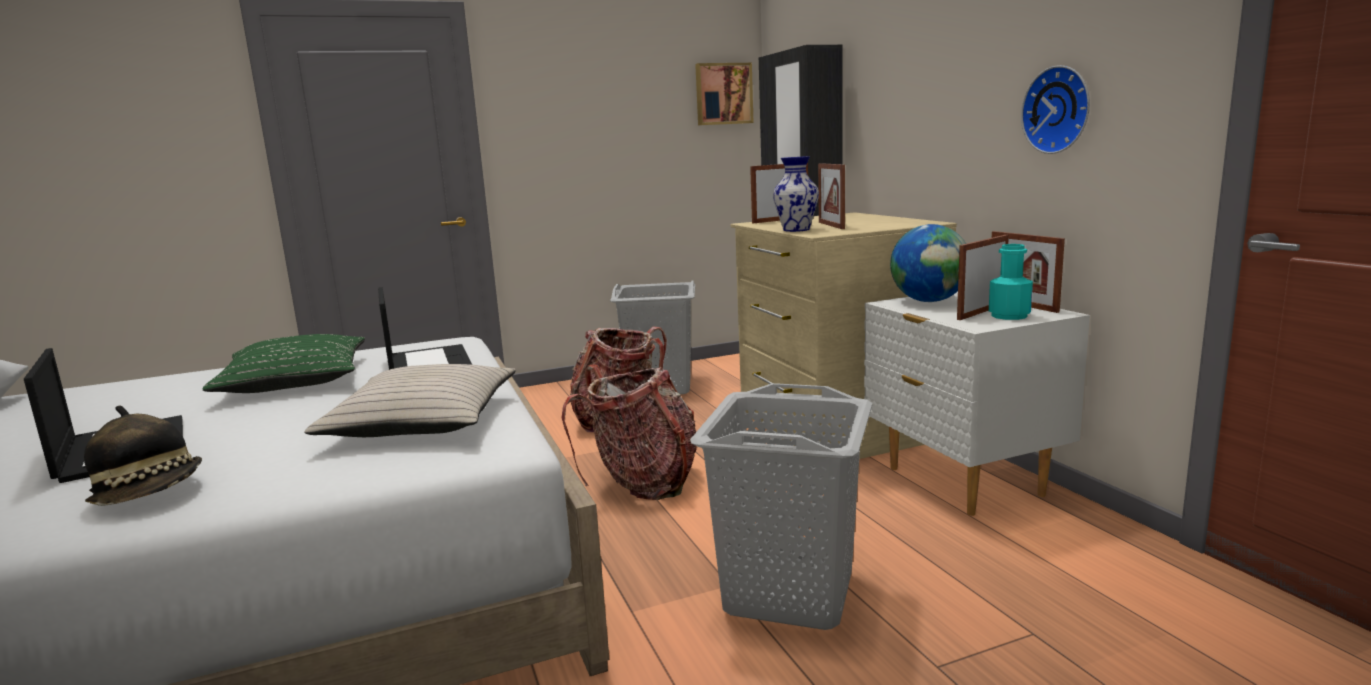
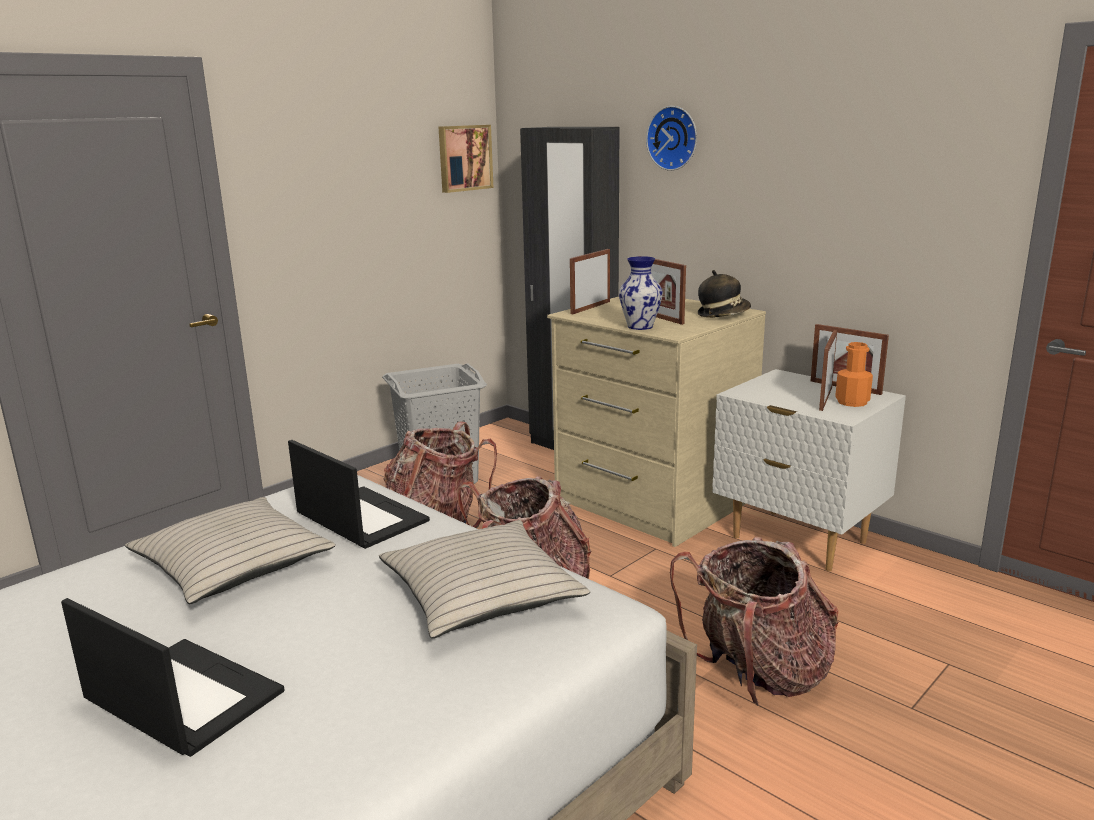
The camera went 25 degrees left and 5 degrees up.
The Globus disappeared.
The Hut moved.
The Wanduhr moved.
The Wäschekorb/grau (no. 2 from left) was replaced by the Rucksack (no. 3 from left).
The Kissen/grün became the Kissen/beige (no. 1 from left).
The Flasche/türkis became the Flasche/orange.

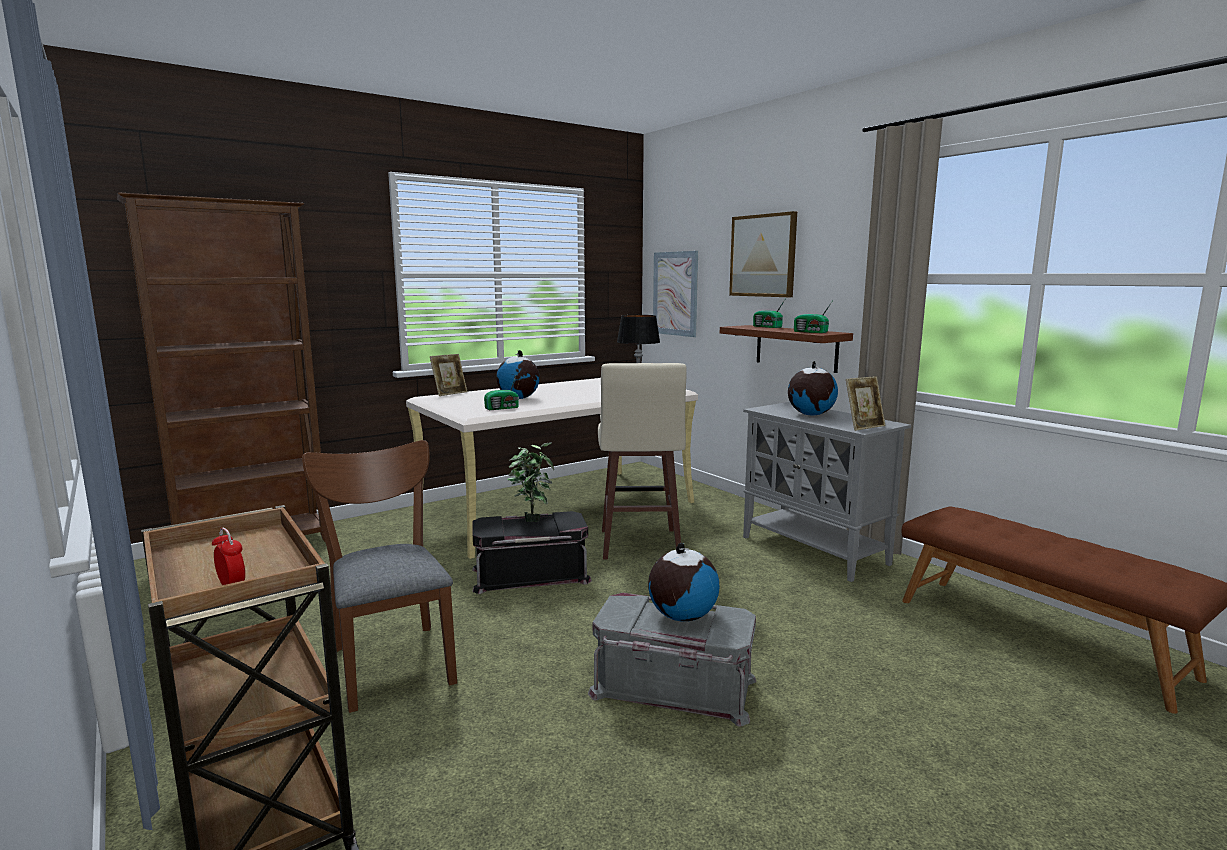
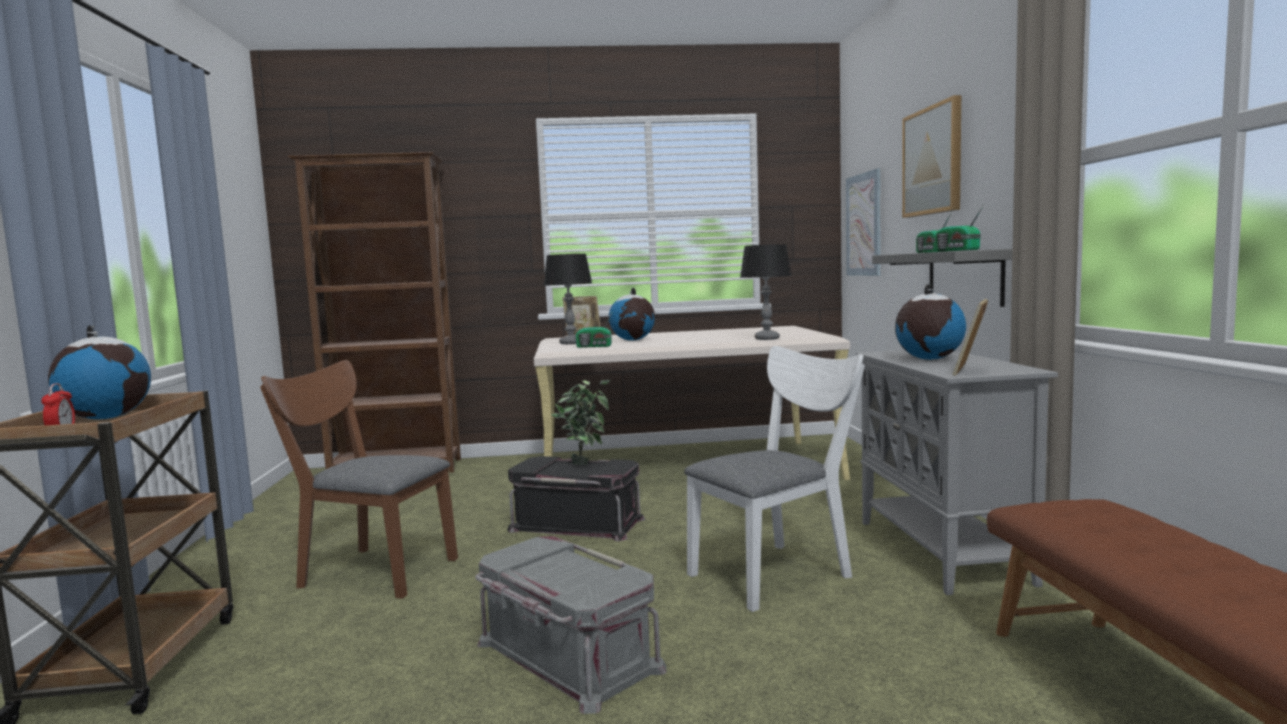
The camera went 30 degrees right and 5 degrees down.
The Hocker/beige disappeared.
The Tischlampe (no. 1 from left) appeared.
The Stuhl/weiß appeared.
The Globus (no. 2 from left in the first image) moved.
The Wandregal/braun became the Wandregal/grau.
The Stuhl/braun turned 75 degrees counterclockwise.
The Bilderrahmen (no. 2 from left) turned 120 degrees clockwise.

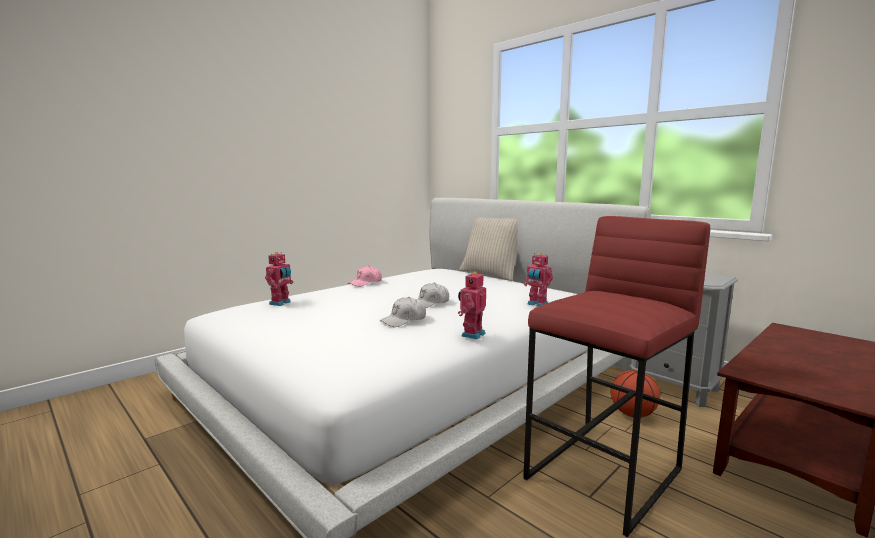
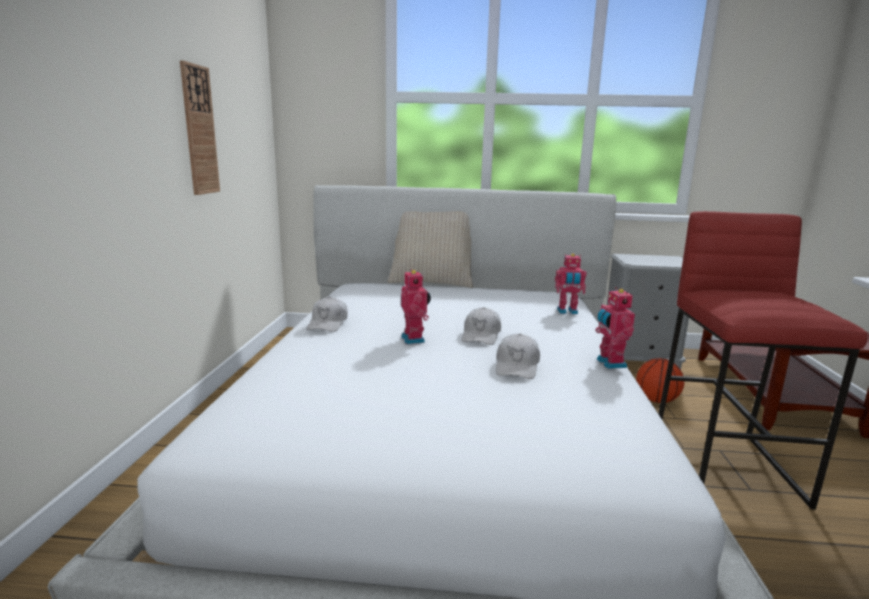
The camera went 40 degrees left and 5 degrees up.
The Wanduhr appeared.
The Spielzeugroboter (no. 1 from left) moved.
The Kappe/rosa became the Kappe/weiß (no. 1 from left).

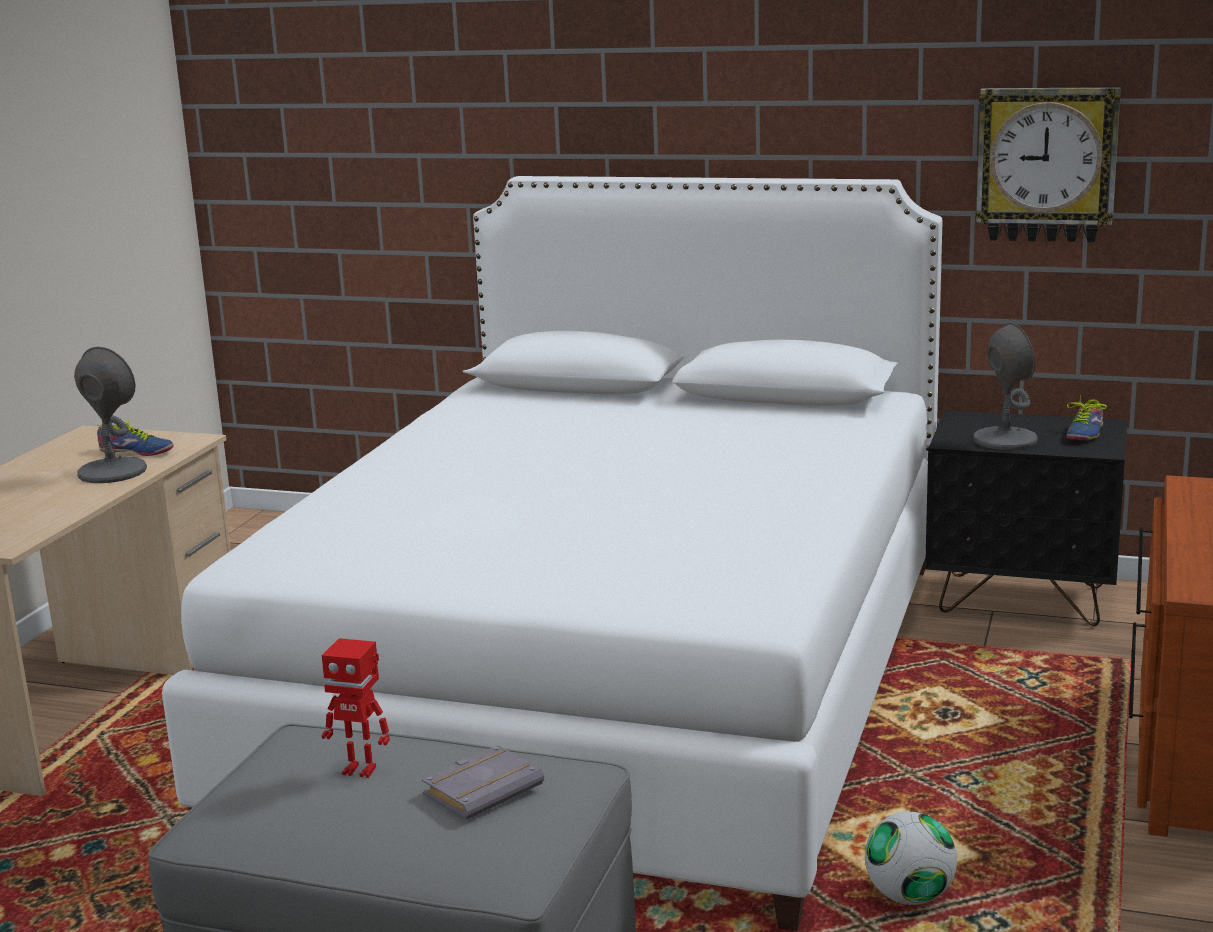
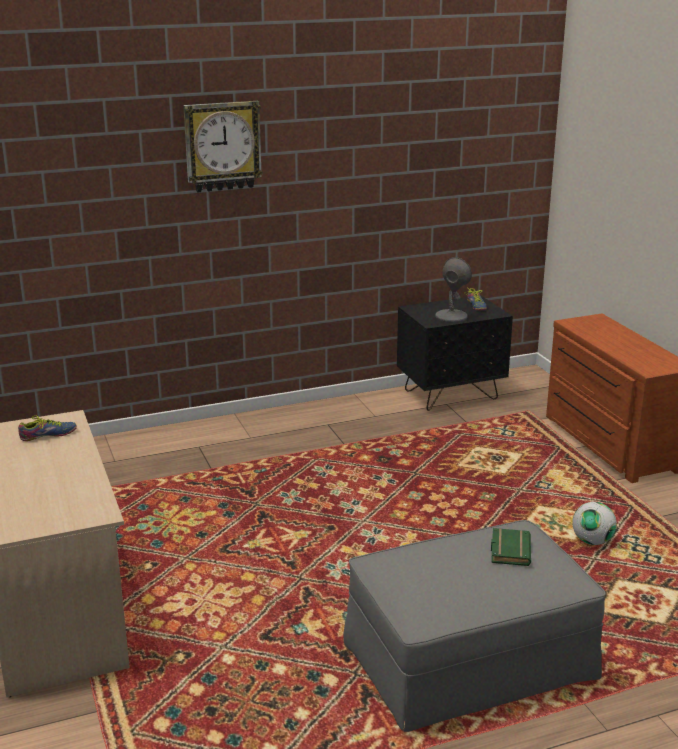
The camera went 40 degrees left and 5 degrees up.
The Tischlampe/grau (no. 1 from left) disappeared.
The Bett/weiß disappeared.
The Spielzeugroboter disappeared.
The Wanduhr moved.
The Buch/grau became the Buch/grün.

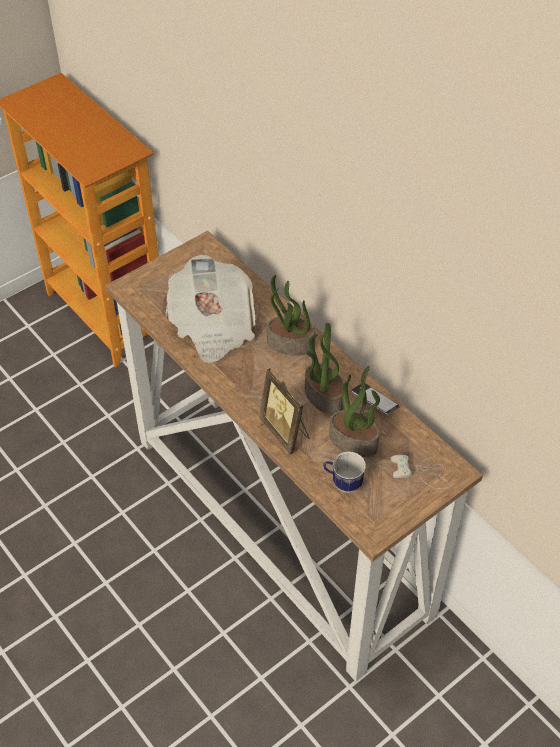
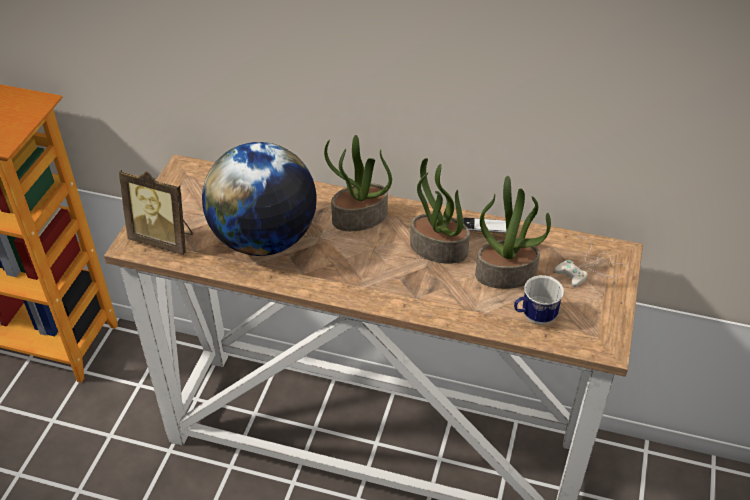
The camera went 35 degrees left and 5 degrees down.
The Bilderrahmen moved.
The Zeitung was replaced by the Globus.

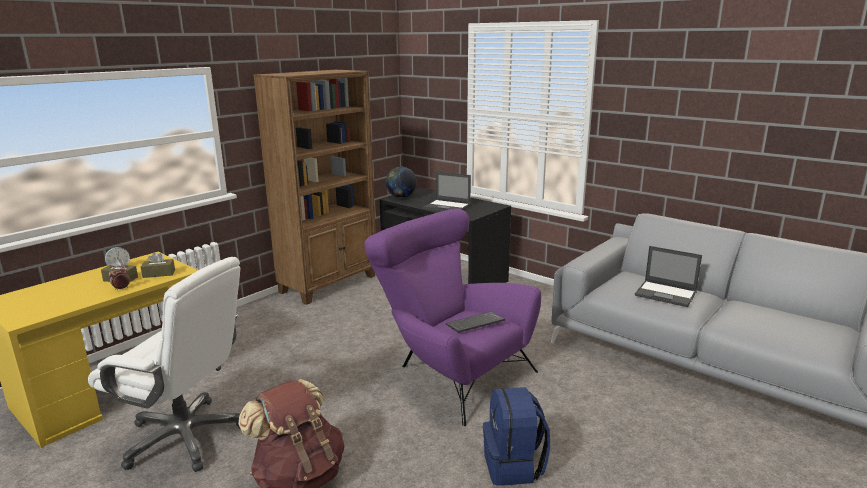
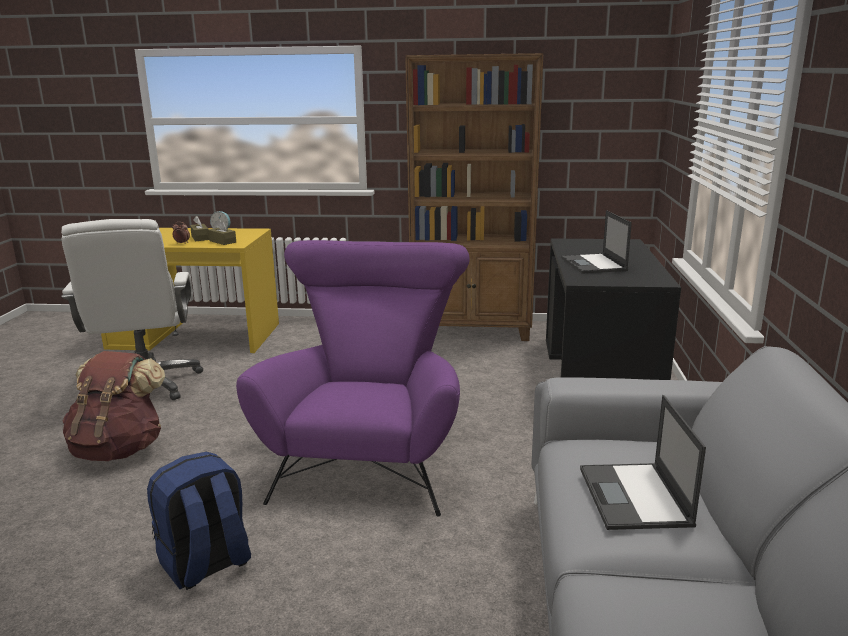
The camera went 55 degrees right and 0 degrees up.
The Globus disappeared.
The Tastatur disappeared.

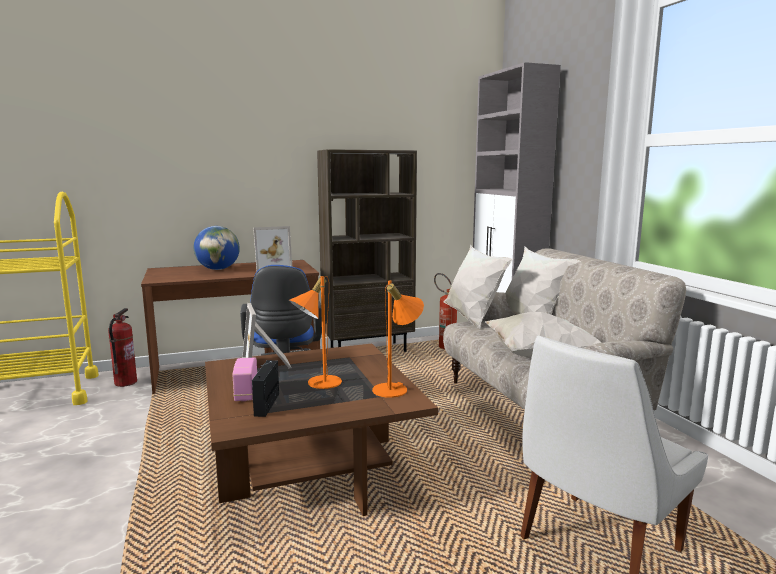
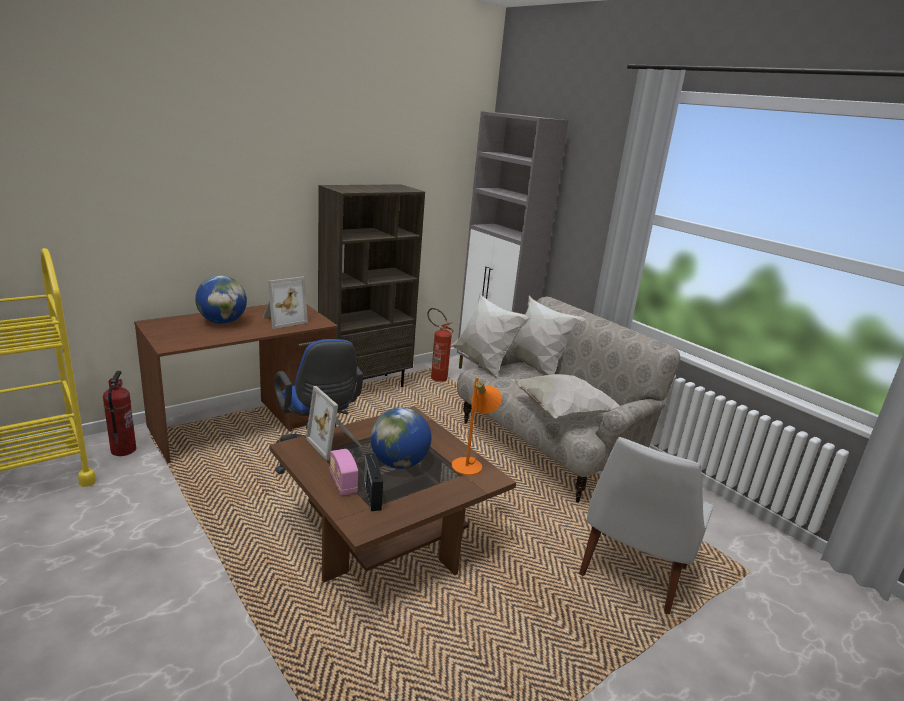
The camera went 20 degrees left and 10 degrees up.
The Tischlampe/orange (no. 1 from left) was replaced by the Globus (no. 2 from left).

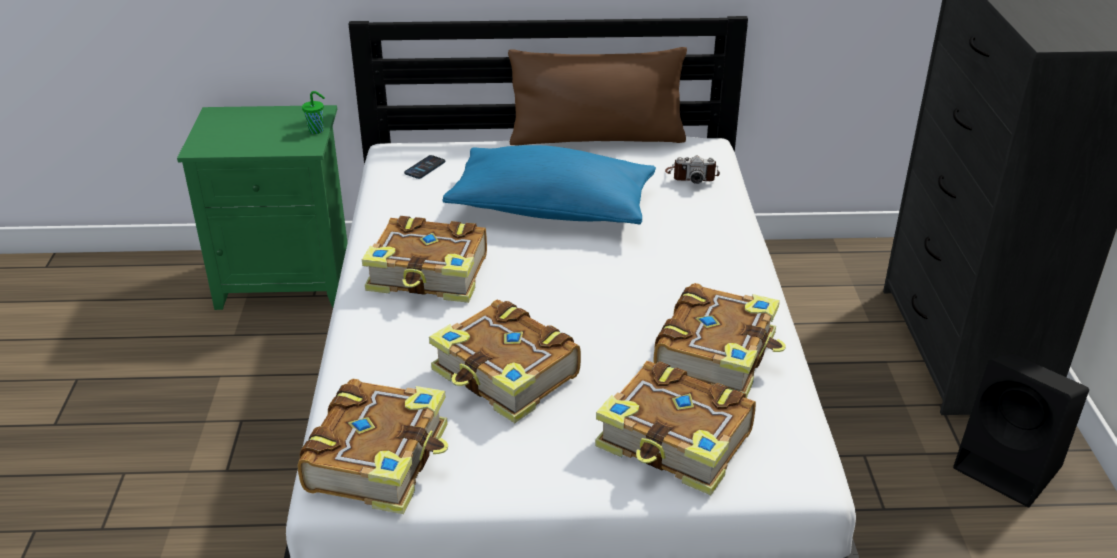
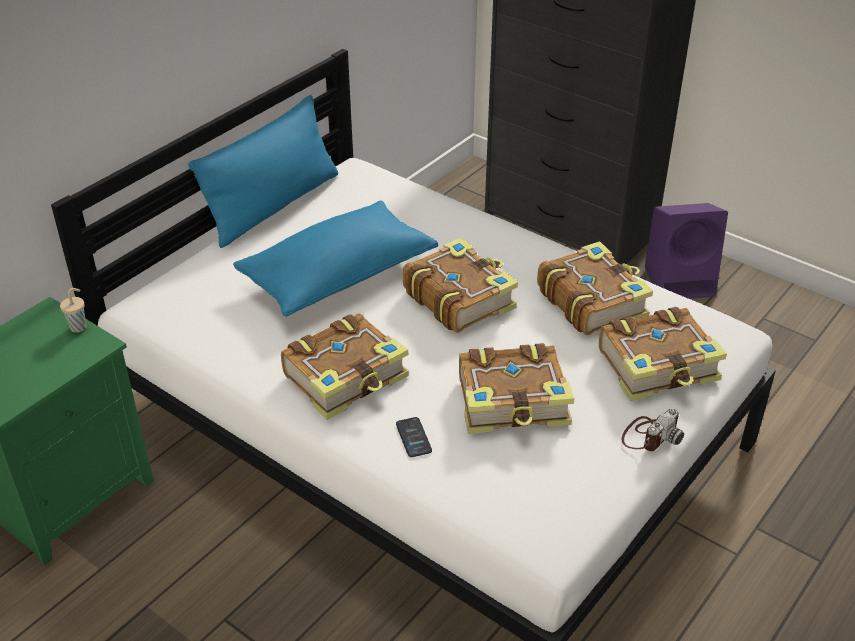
The camera went 50 degrees left and 5 degrees up.
The Buch (no. 1 from left in the first image) moved.
The Handy moved.
The Kamera moved.
The Tasse/grün became the Tasse/beige.
The Kissen/braun became the Kissen/blau (no. 1 from left).
The Lautsprecher/schwarz became the Lautsprecher/lila.

